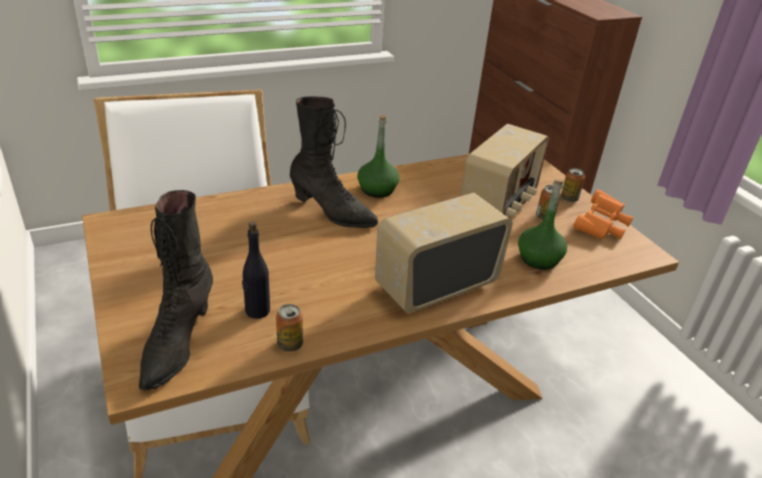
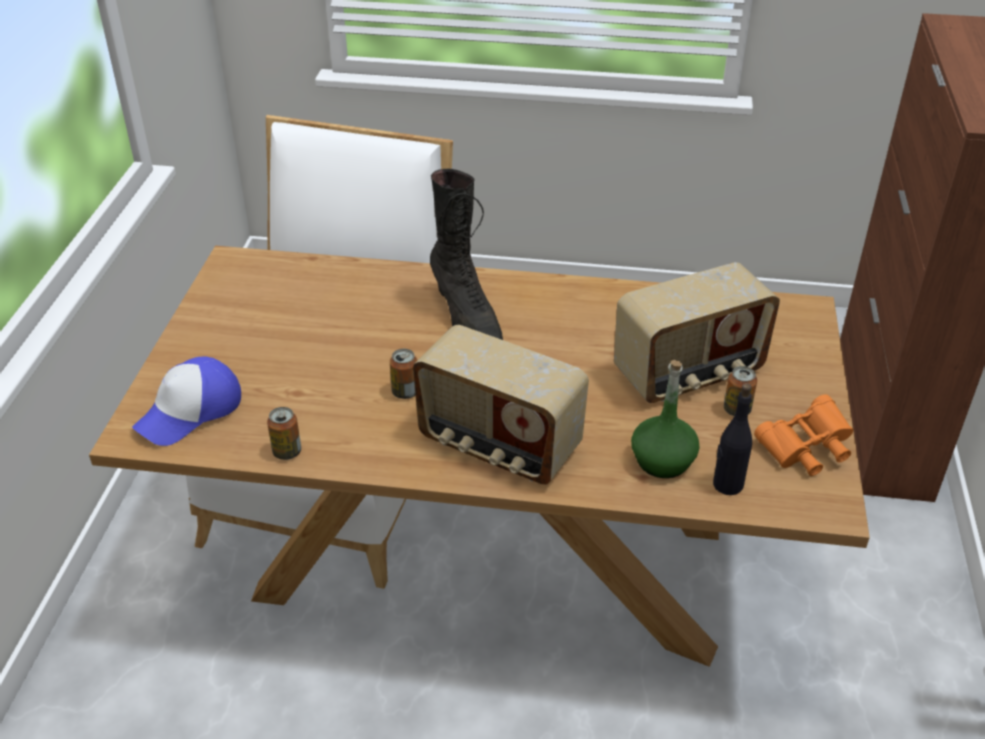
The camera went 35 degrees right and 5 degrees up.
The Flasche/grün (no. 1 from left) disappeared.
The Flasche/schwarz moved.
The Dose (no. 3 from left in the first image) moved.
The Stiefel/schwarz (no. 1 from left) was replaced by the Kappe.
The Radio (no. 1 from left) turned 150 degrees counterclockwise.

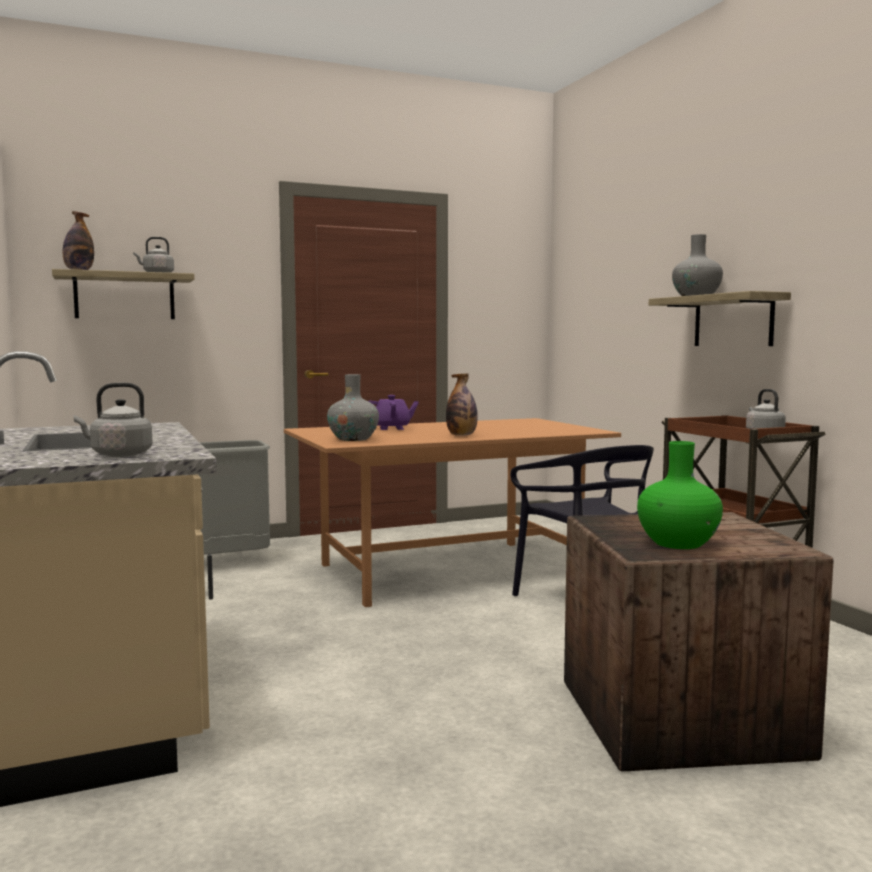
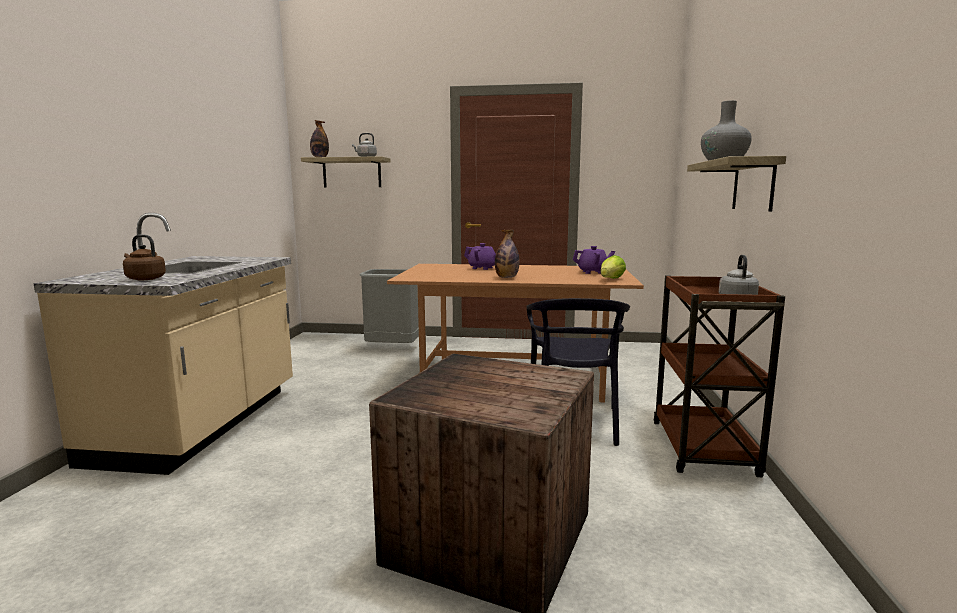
The camera went 30 degrees right and 5 degrees up.
The Vase/grau (no. 1 from left) disappeared.
The Vase/grün disappeared.
The Teekanne/lila (no. 2 from left) appeared.
The Salatkopf appeared.
The Wasserkessel/grau (no. 1 from left) became the Wasserkessel/braun.

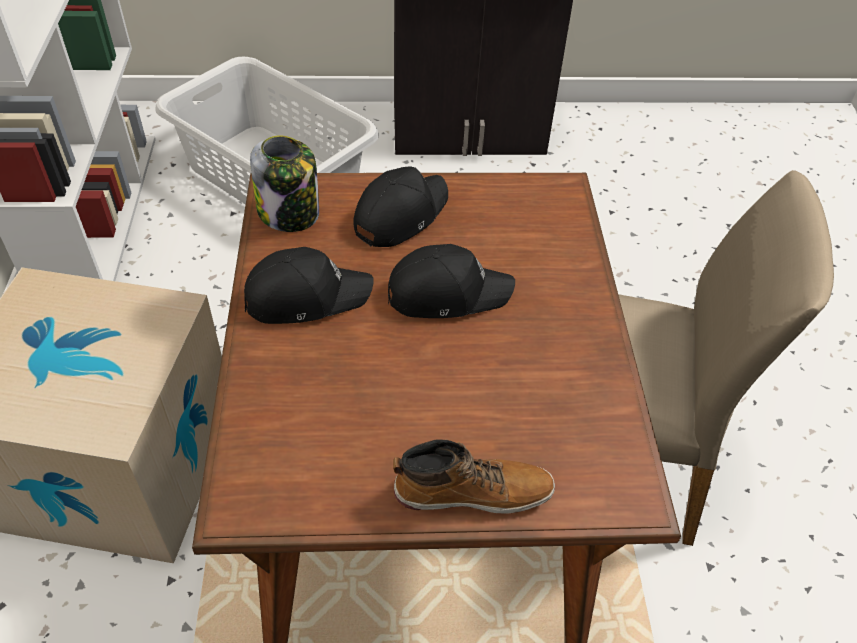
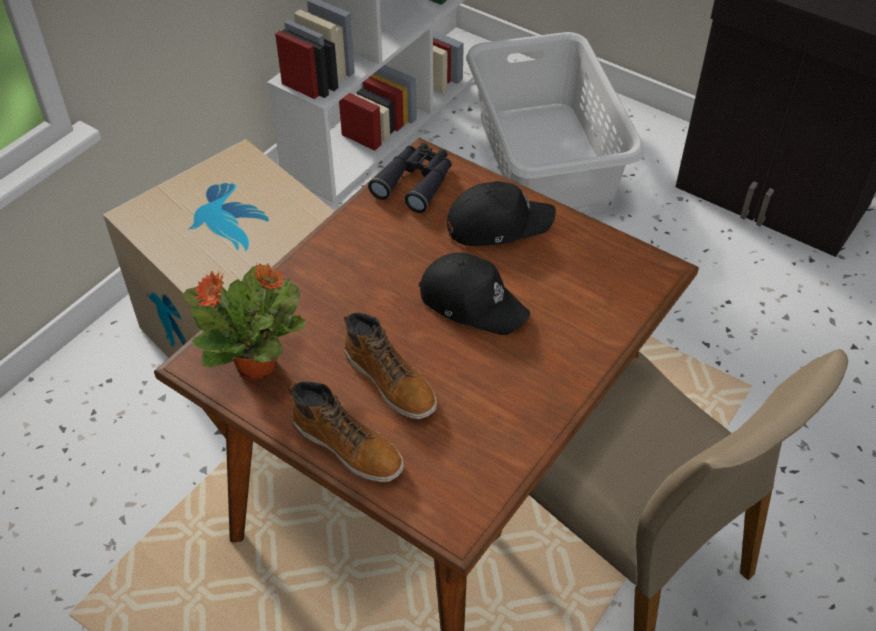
The camera went 40 degrees right and 0 degrees up.
The Kappe/schwarz (no. 1 from left) disappeared.
The Topfpflanze appeared.
The Stiefel (no. 2 from left) appeared.
The Vorratsglas was replaced by the Fernglas/schwarz.

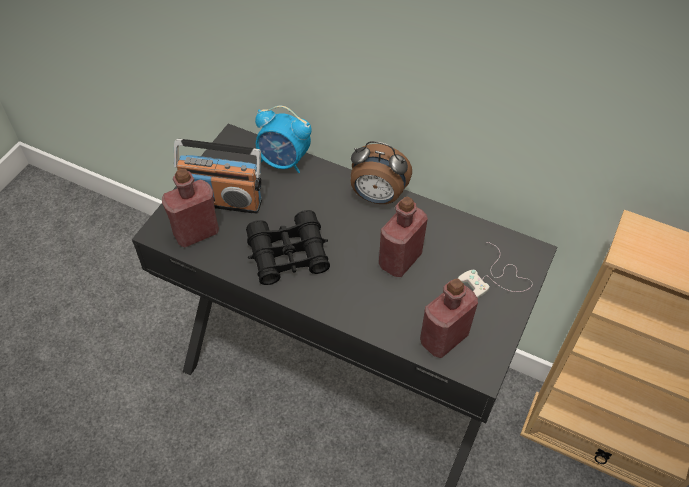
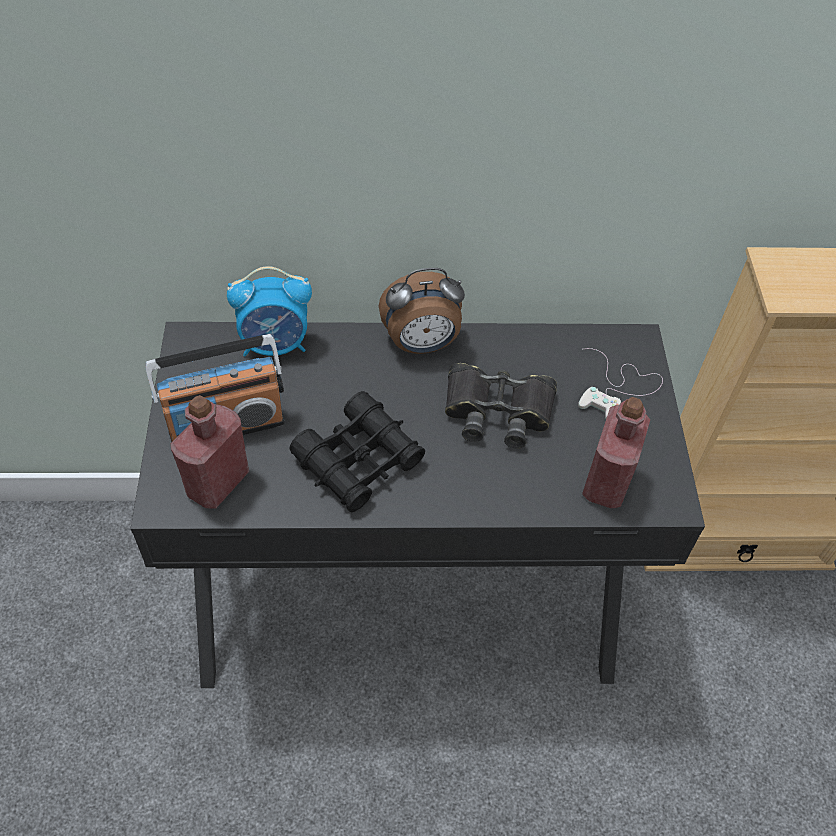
The camera went 30 degrees left and 0 degrees up.
The Flasche/rot (no. 2 from left) was replaced by the Fernglas/schwarz (no. 2 from left).

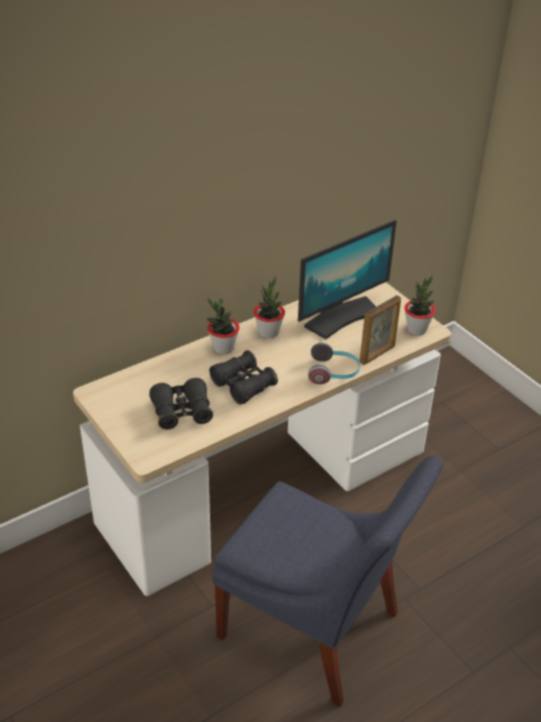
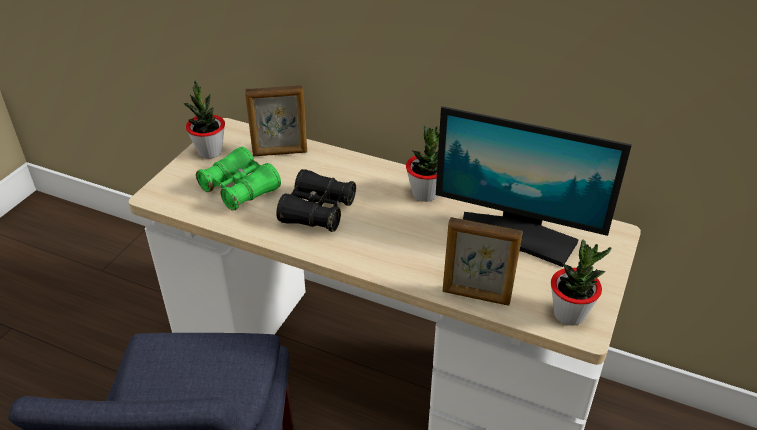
The camera went 60 degrees right and 0 degrees up.
The Kopfhörer disappeared.
The Bilderrahmen (no. 1 from left) appeared.
The Topfpflanze (no. 1 from left) moved.
The Fernglas/schwarz (no. 1 from left) became the Fernglas/grün.

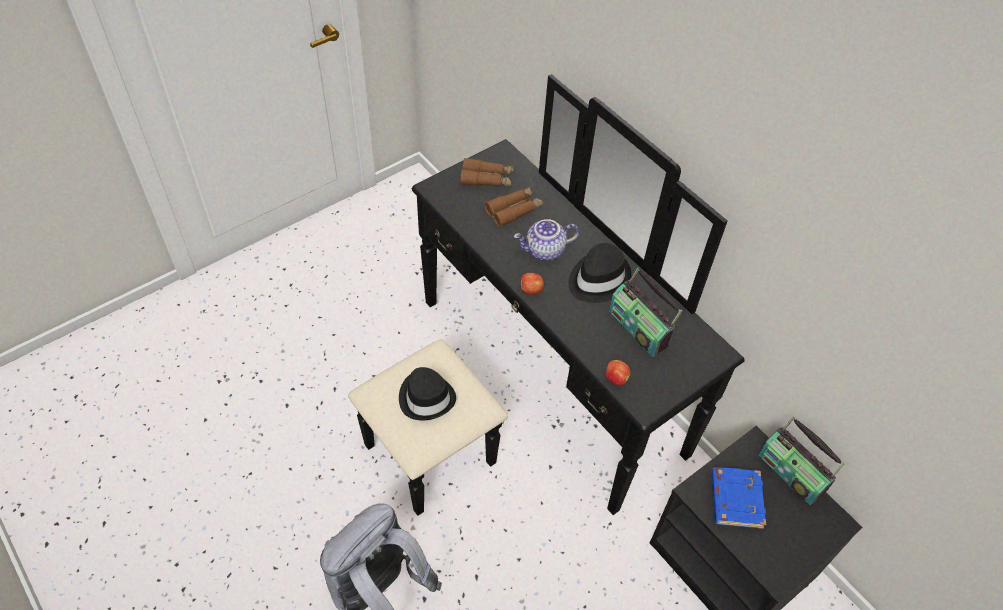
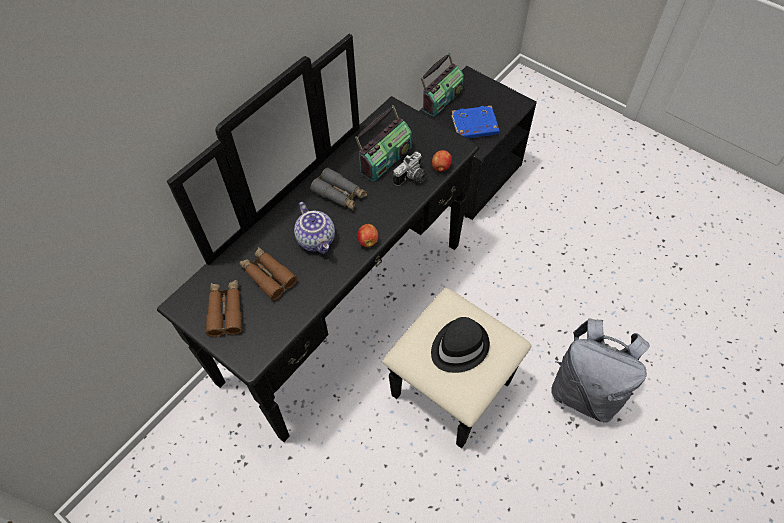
The camera went 100 degrees left and 5 degrees up.
The Kamera appeared.
The Hut/schwarz (no. 2 from left) was replaced by the Fernglas/grau.

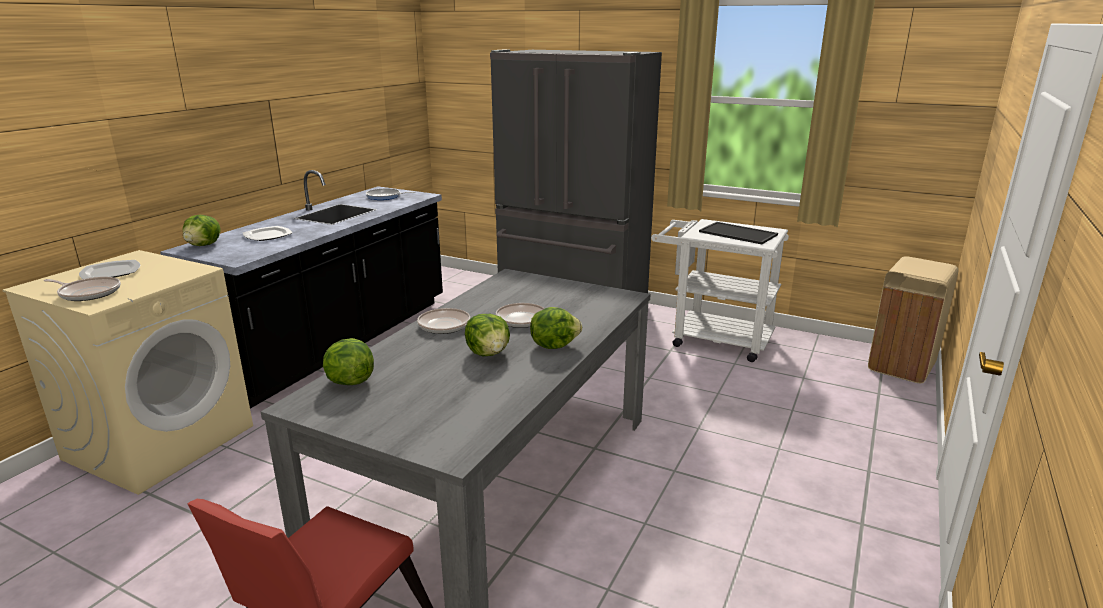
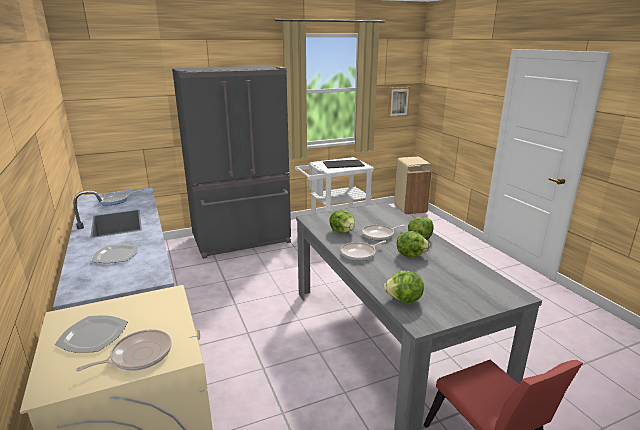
The camera went 50 degrees left and 0 degrees up.
The Bild appeared.
The Salatkopf (no. 1 from left) moved.

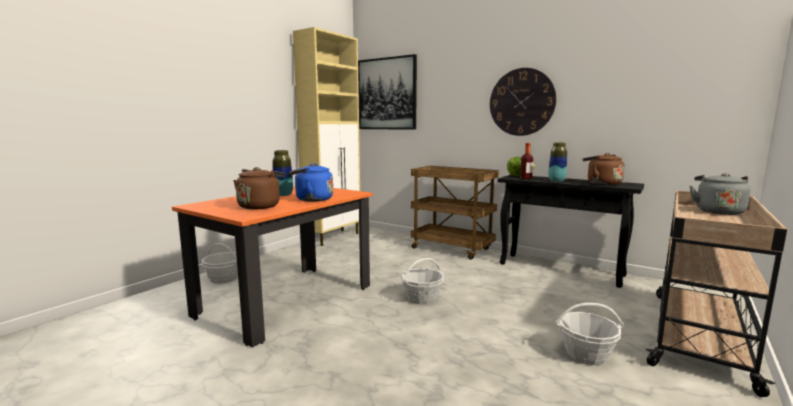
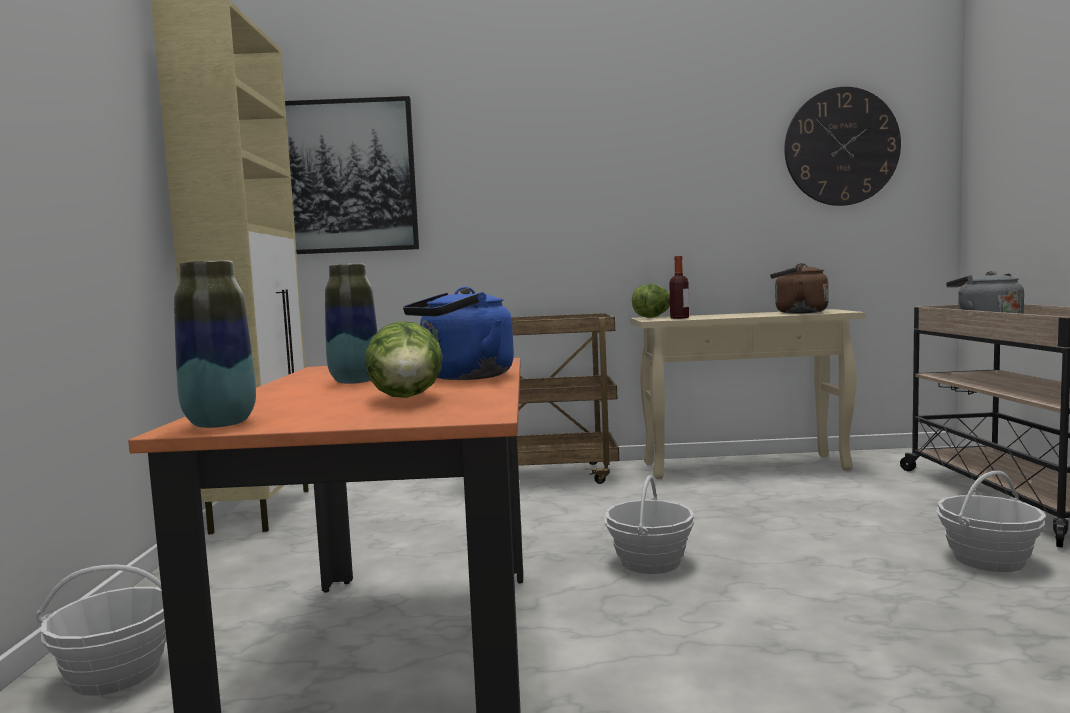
The camera went 35 degrees left and 5 degrees down.
The Wanduhr moved.
The Vase (no. 2 from left in the first image) moved.
The Wasserkessel/braun (no. 1 from left) was replaced by the Salatkopf (no. 1 from left).
The Konsolentisch/schwarz became the Konsolentisch/beige.

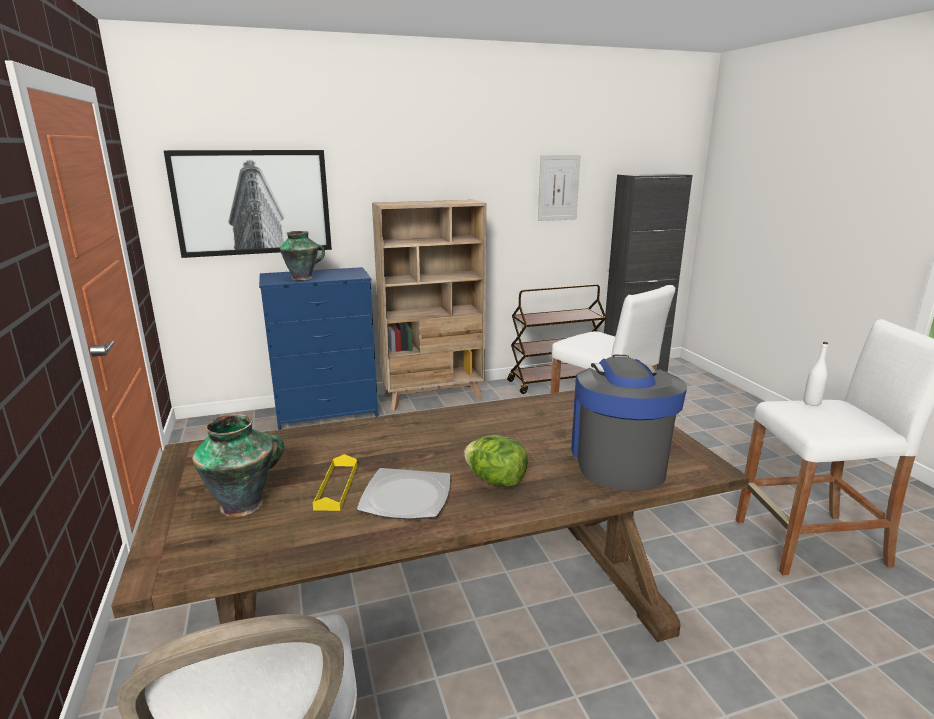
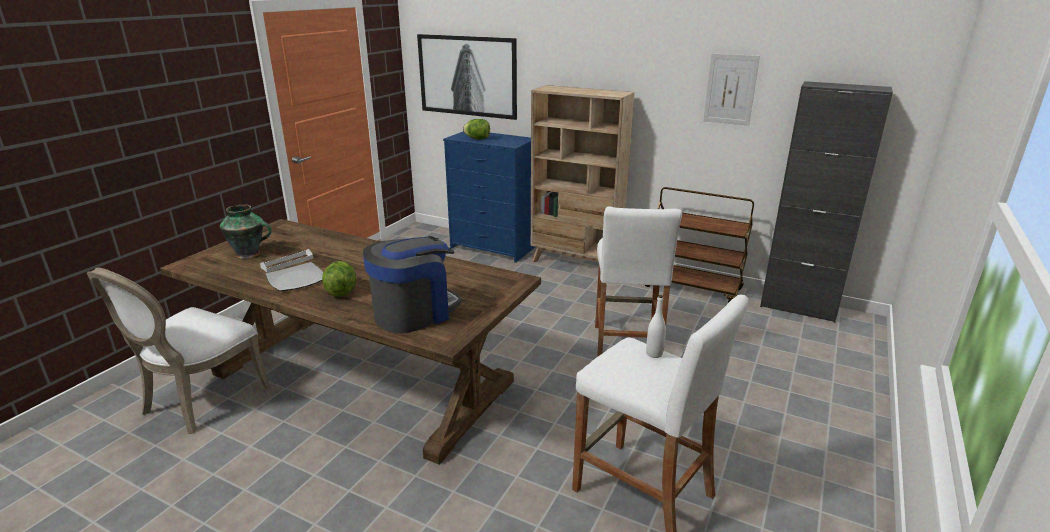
The camera went 45 degrees right and 5 degrees up.
The Vase (no. 2 from left) was replaced by the Salatkopf (no. 2 from left).
The Tablett/gelb became the Tablett/weiß.

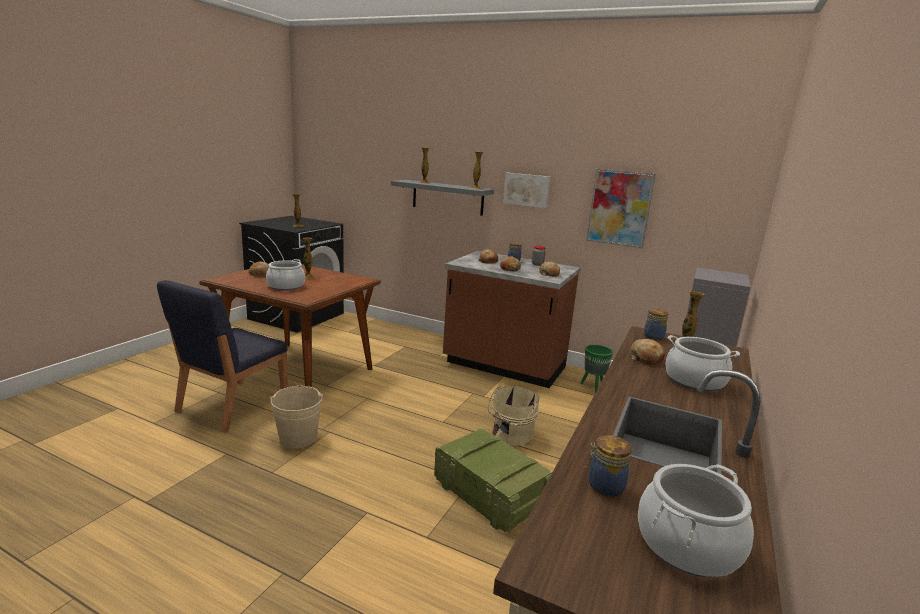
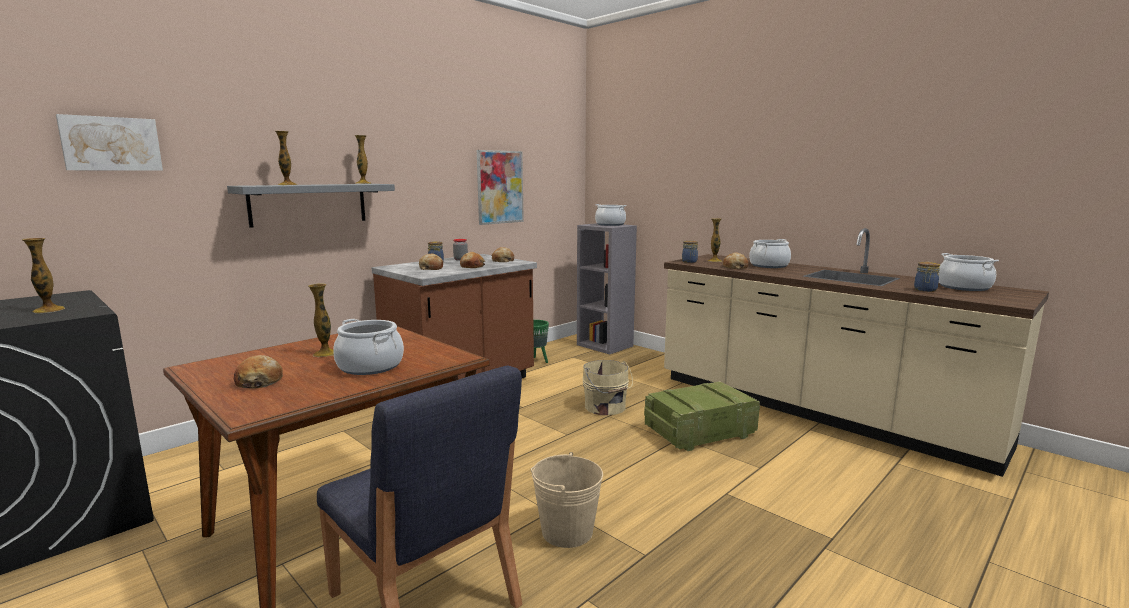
The camera went 70 degrees left and 5 degrees down.
The Kochtopf (no. 2 from left) appeared.
The Bild (no. 1 from left) moved.

